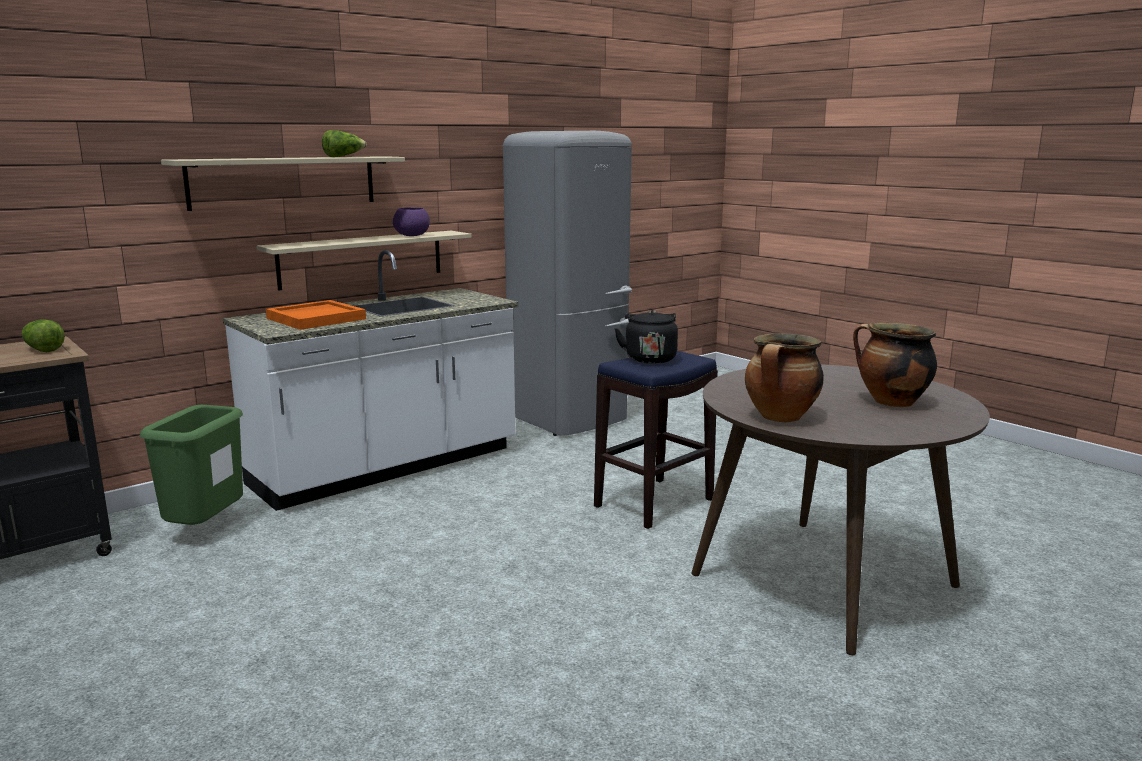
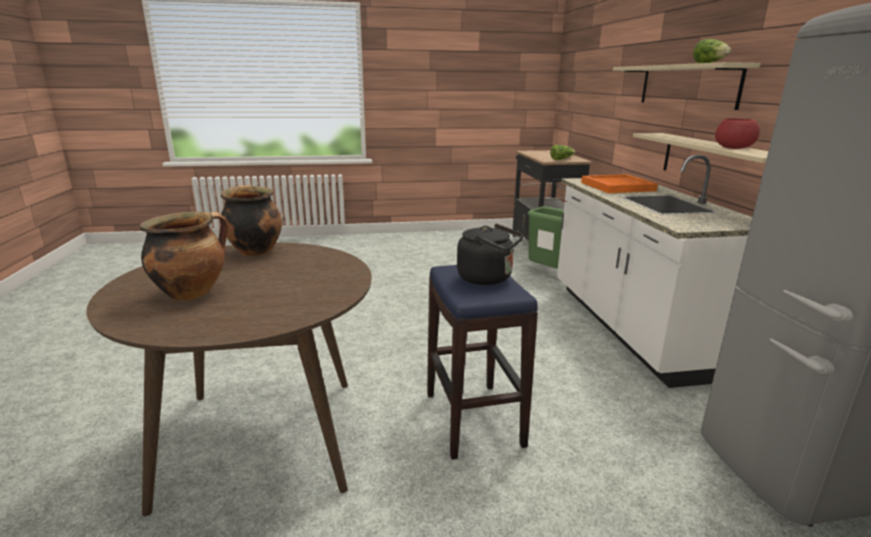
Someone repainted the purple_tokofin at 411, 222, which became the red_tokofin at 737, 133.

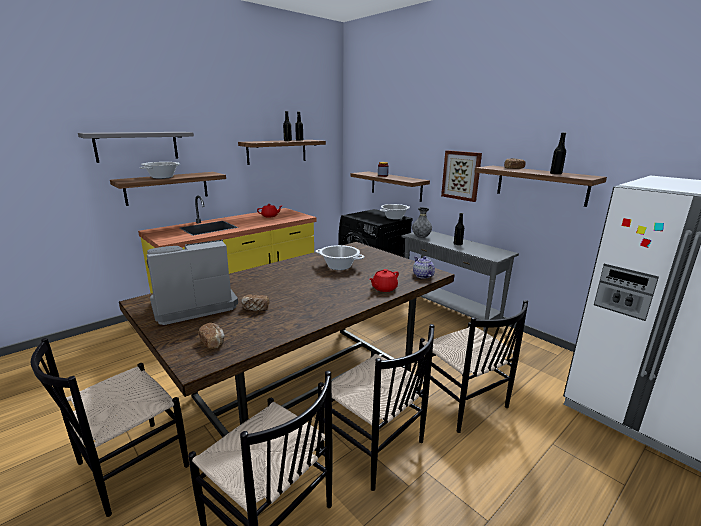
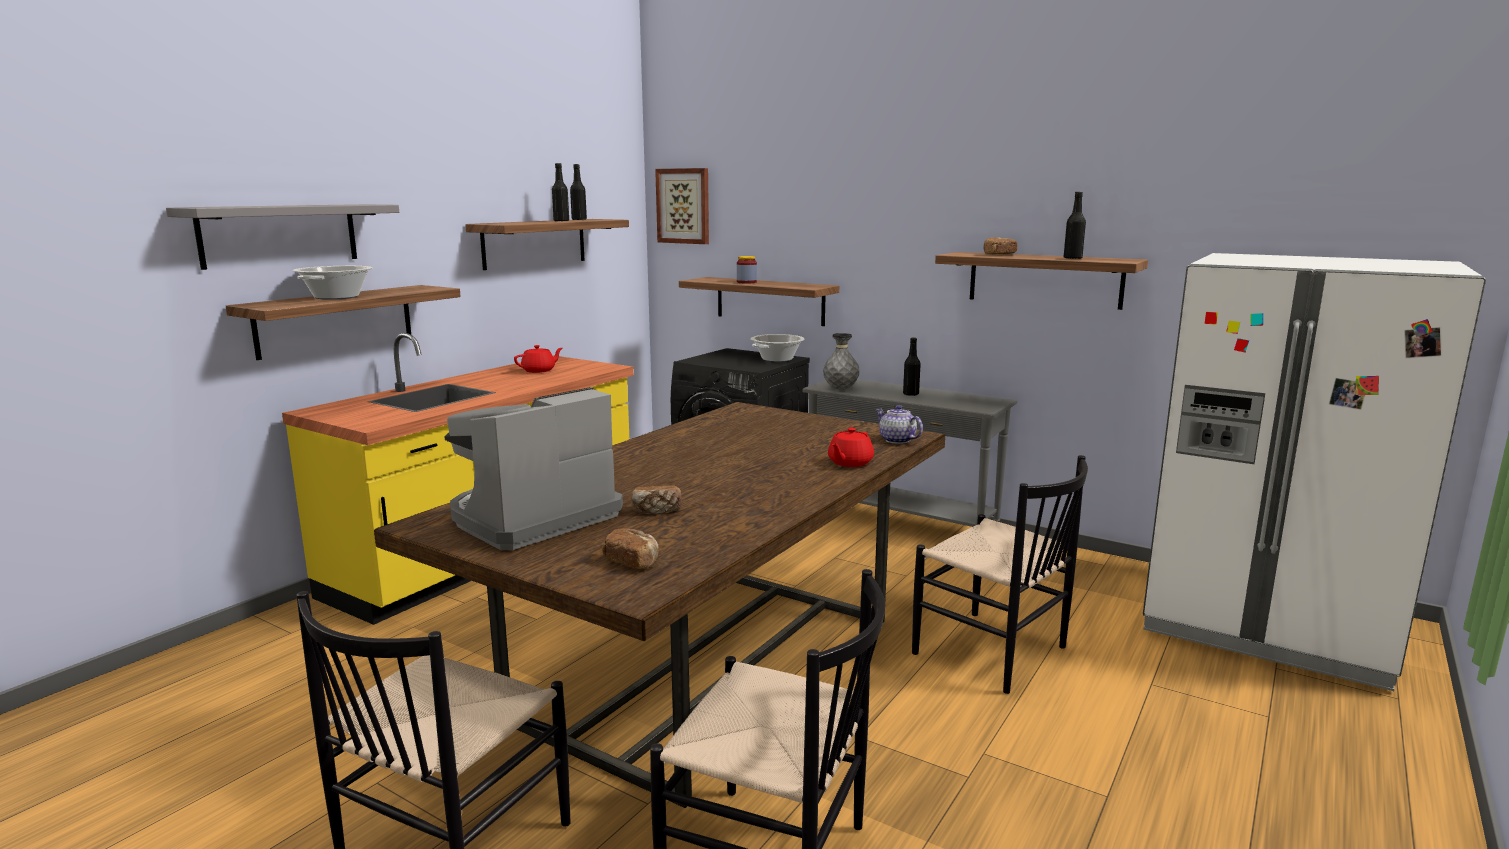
Someone took away the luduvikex at 339, 257.
Someone took away the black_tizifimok at 376, 407.
Someone carried the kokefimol from 461, 176 to 682, 206.

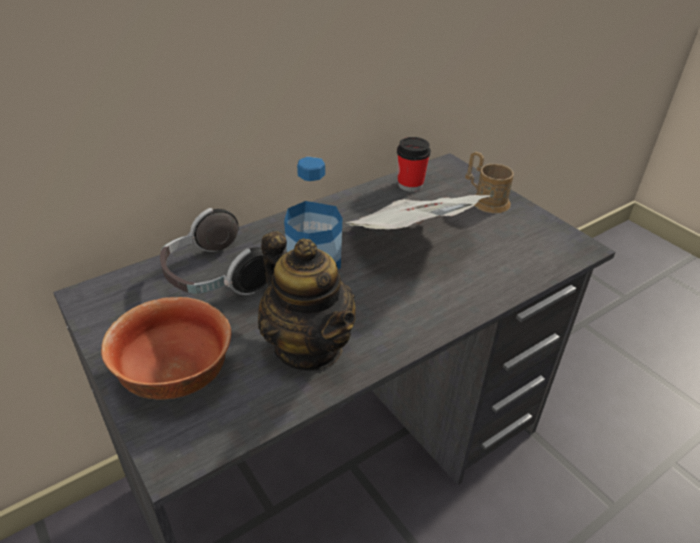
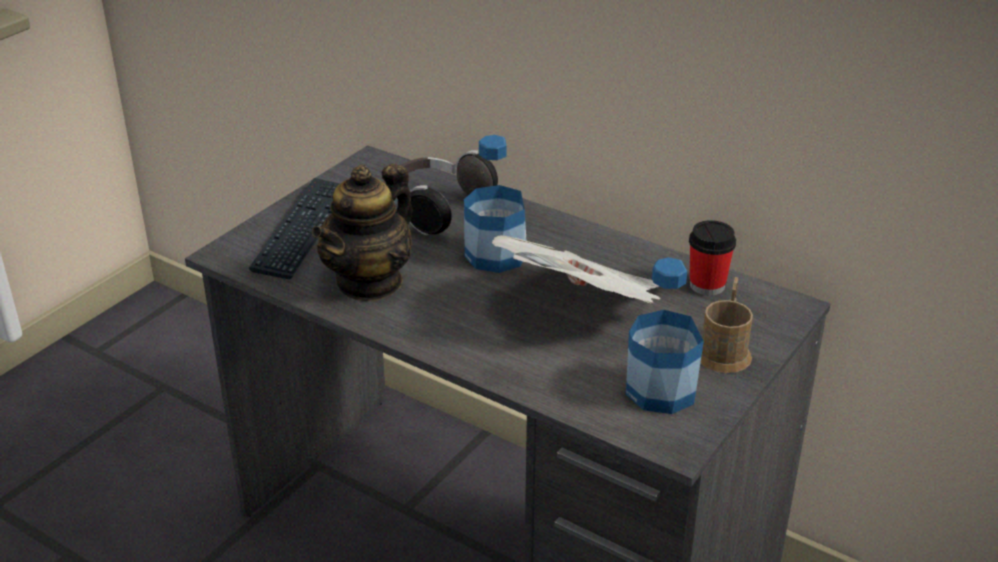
Someone swapped the tokofin at 166, 348 for the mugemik at 294, 228.
Someone put down the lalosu at 665, 335.

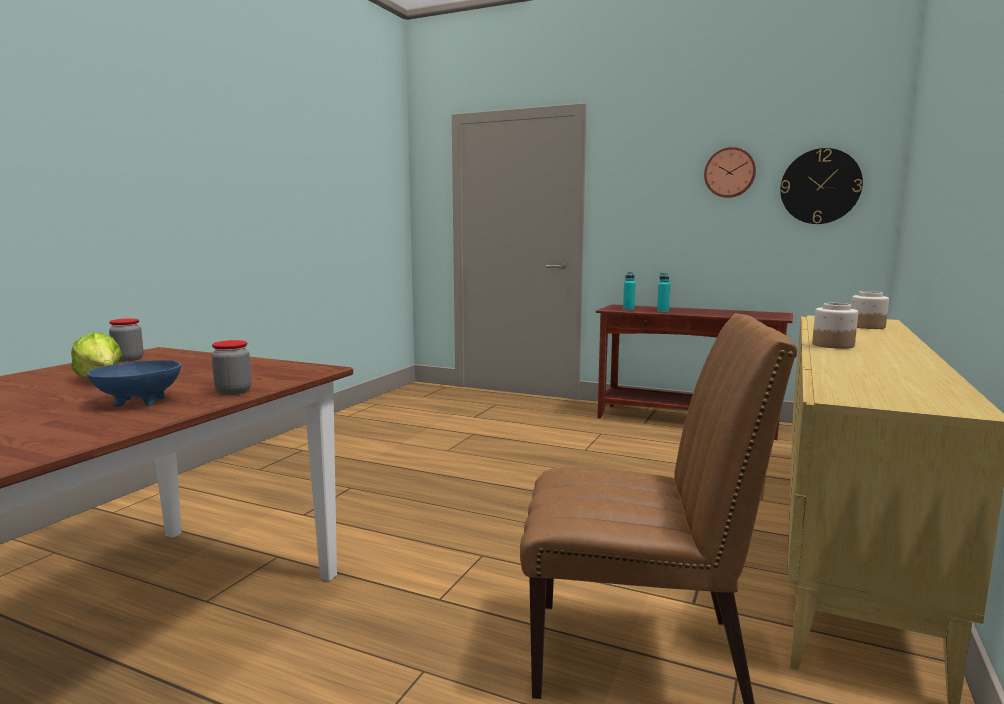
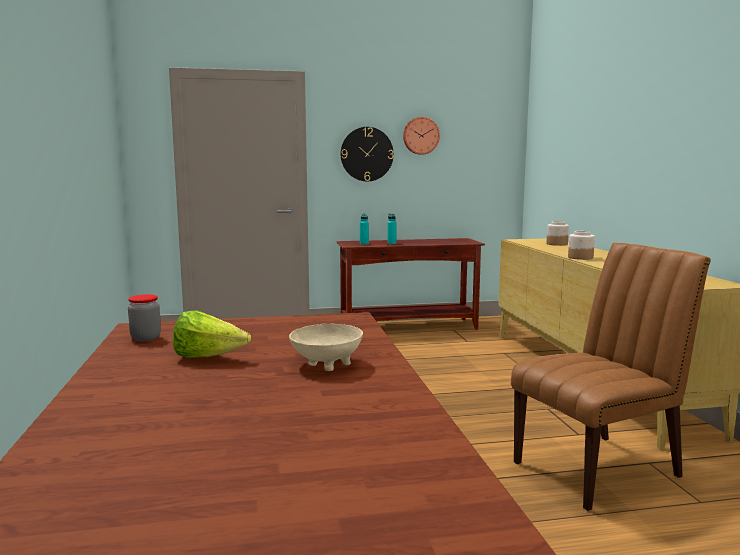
Someone repainted the blue_tokofin at 134, 383, which became the beige_tokofin at 326, 347.
Someone took away the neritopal at 231, 367.
Someone carried the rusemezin from 821, 186 to 367, 154.

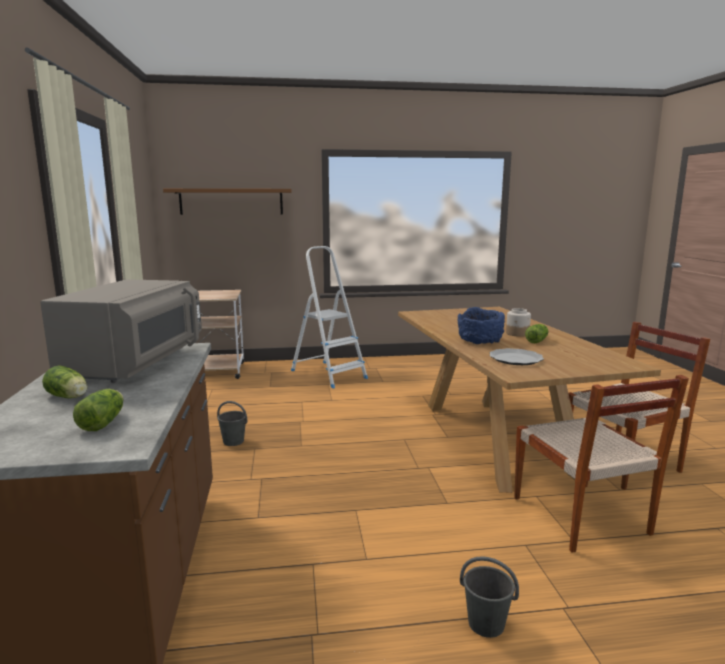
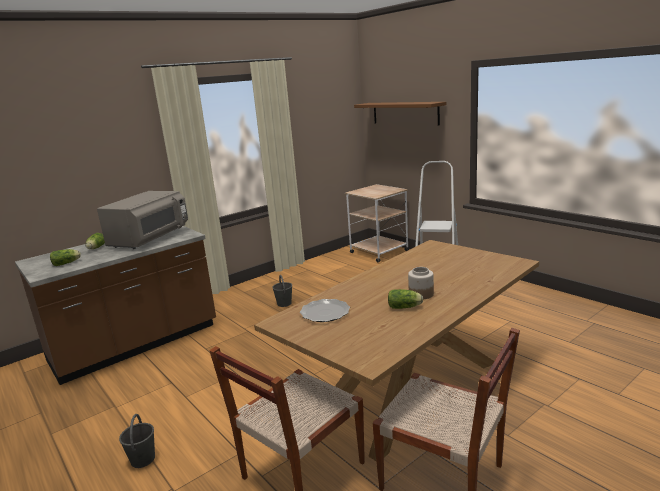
Someone rotated the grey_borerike at 121, 331 by 45 degrees counterclockwise.
Someone took away the blue_tokofin at 481, 325.

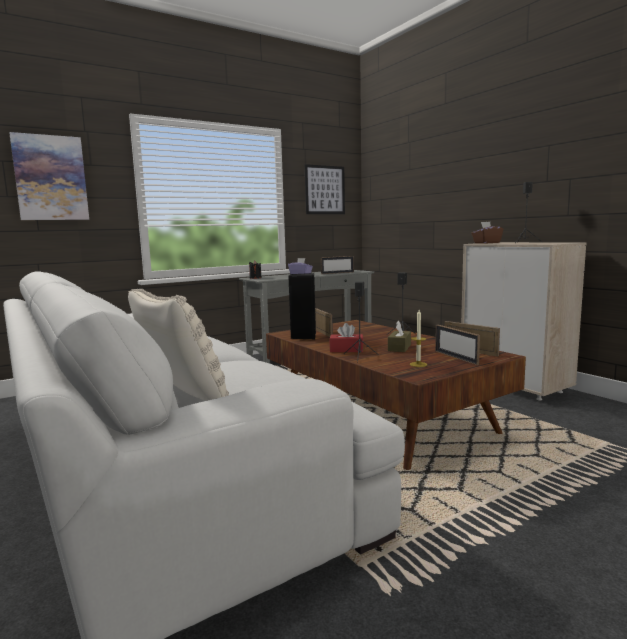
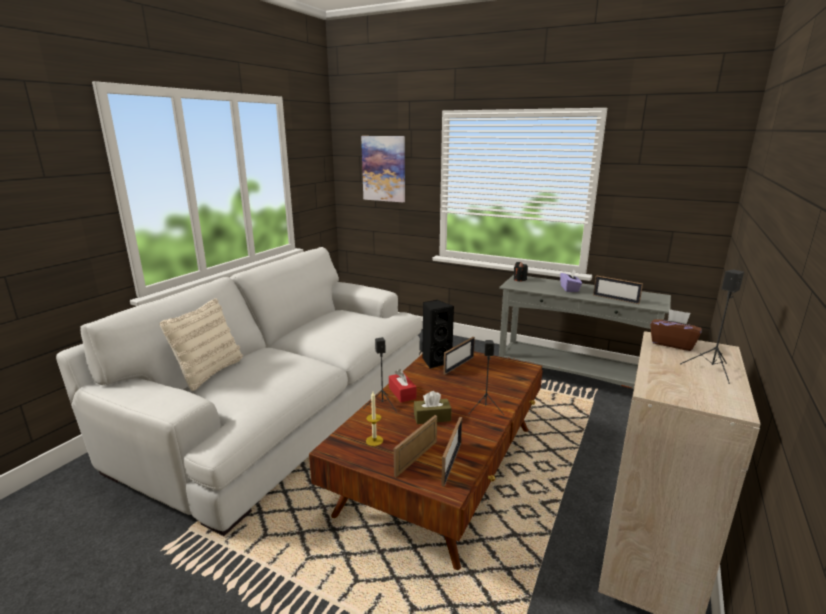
Someone took away the kokefimol at 325, 189.

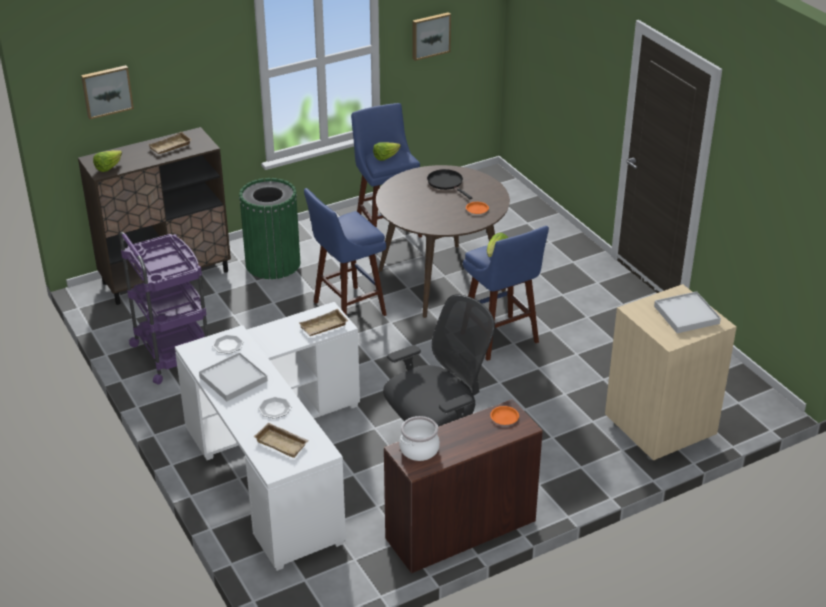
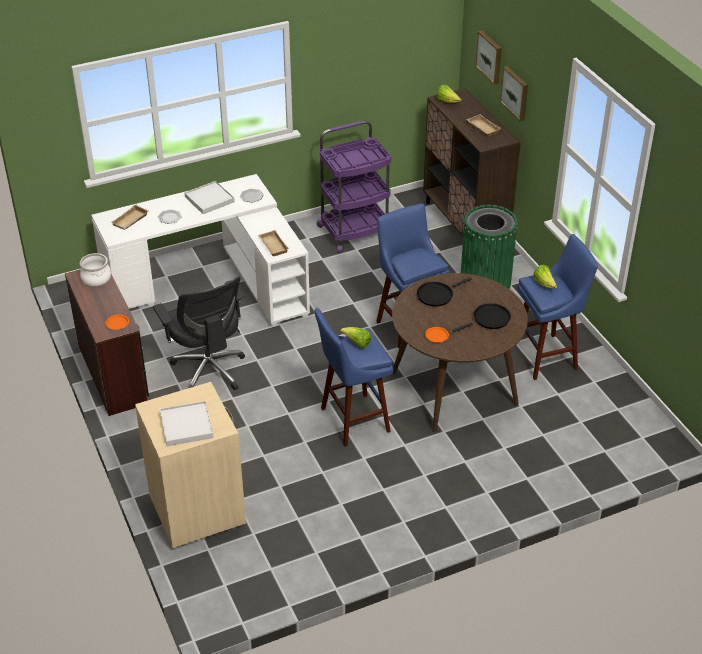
Someone carried the kokefimol from 432, 36 to 514, 93.
Someone put down the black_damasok at 444, 291.

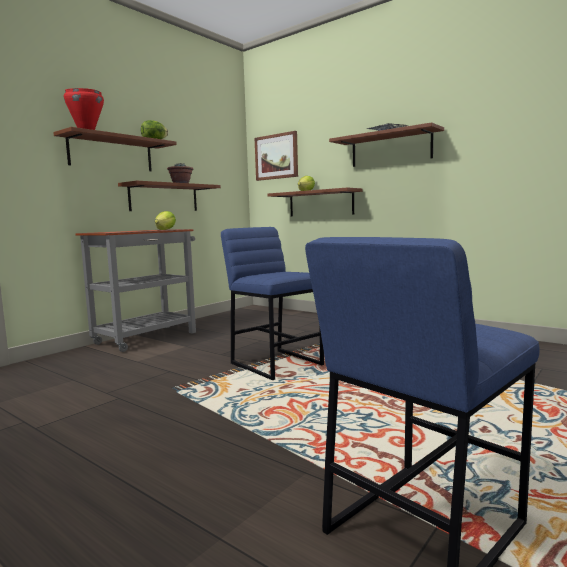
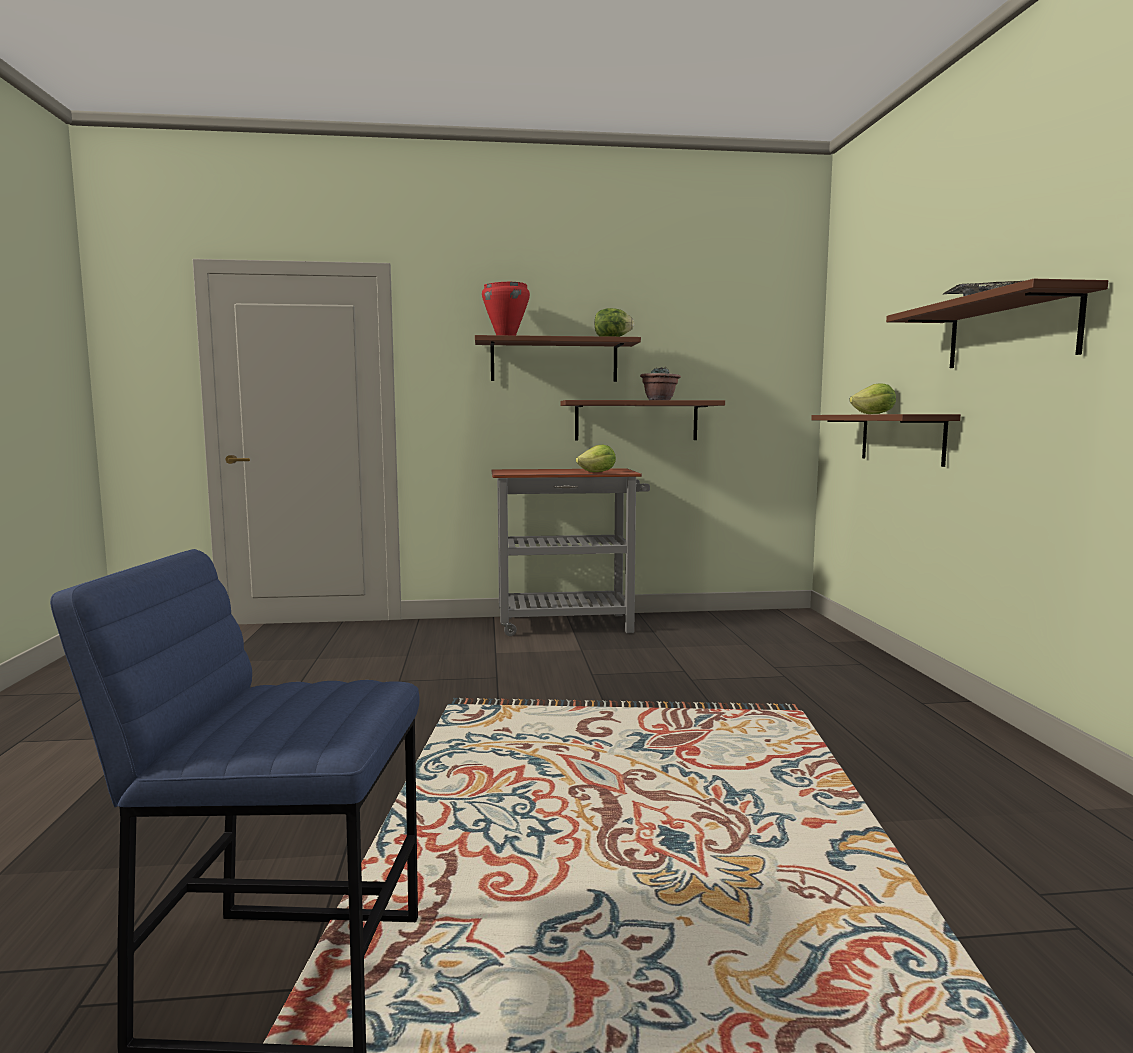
Someone took away the blue_tizifimok at 272, 303.
Someone took away the kokefimol at 276, 156.

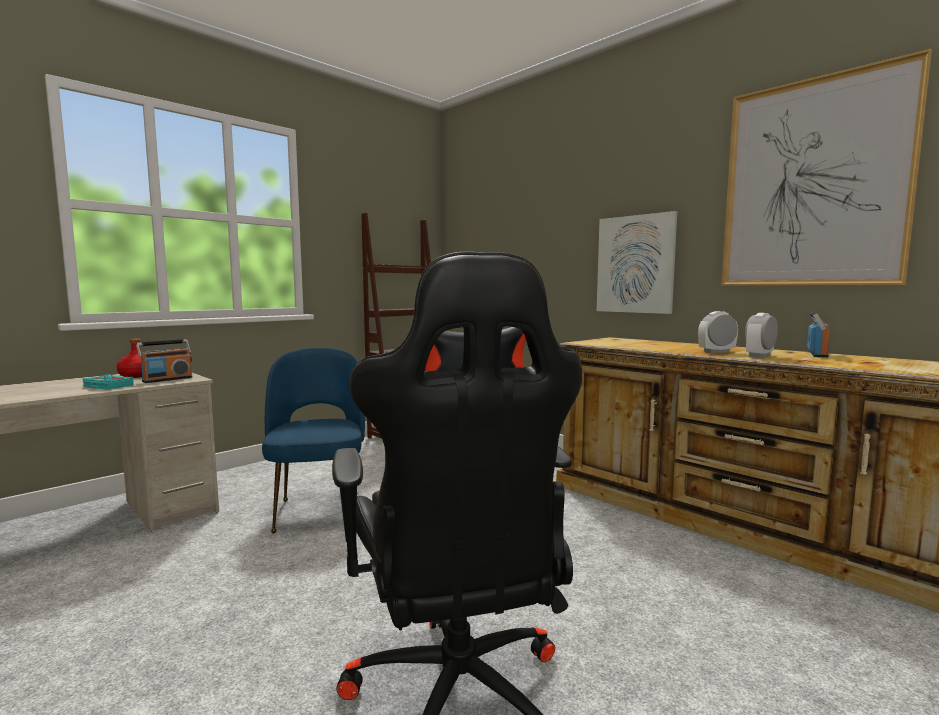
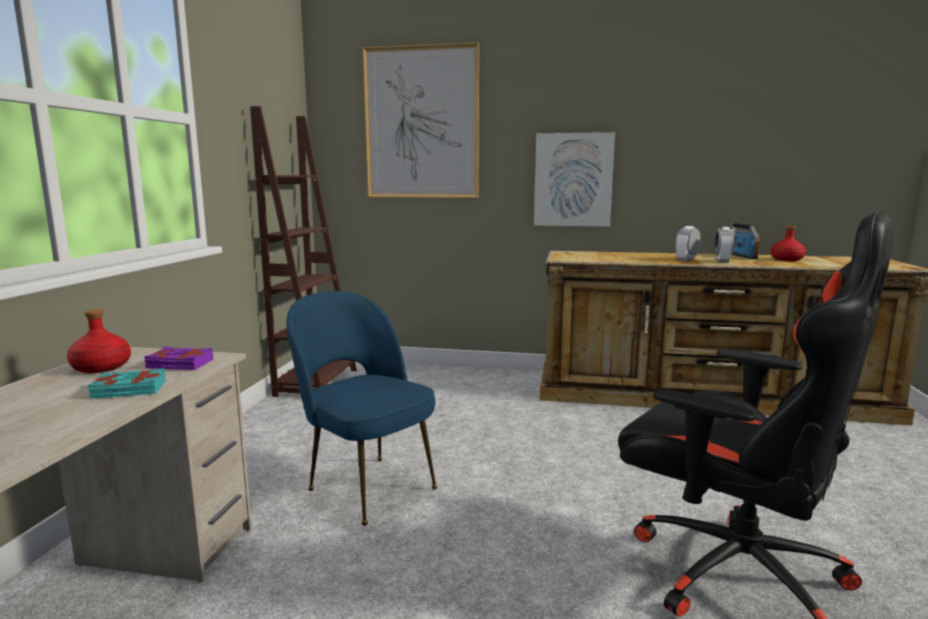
Someone swapped the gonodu at 164, 361 for the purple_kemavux at 178, 358.
Someone carried the kokefimol from 826, 167 to 420, 120.
Someone put down the red_lalosu at 788, 243.

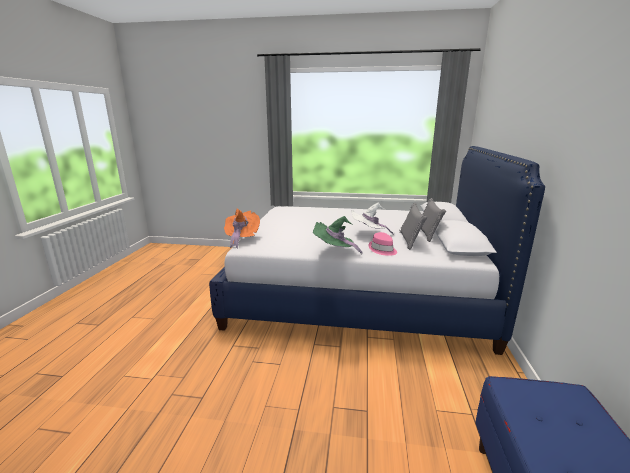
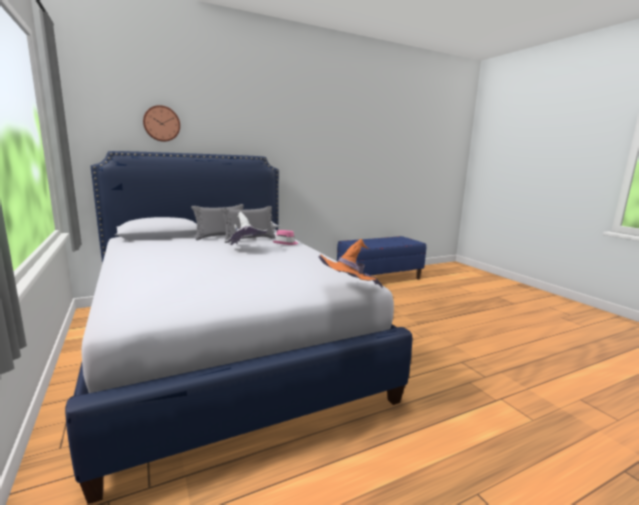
Someone took away the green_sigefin at 338, 235.
Someone put up the rusemezin at 161, 123.

